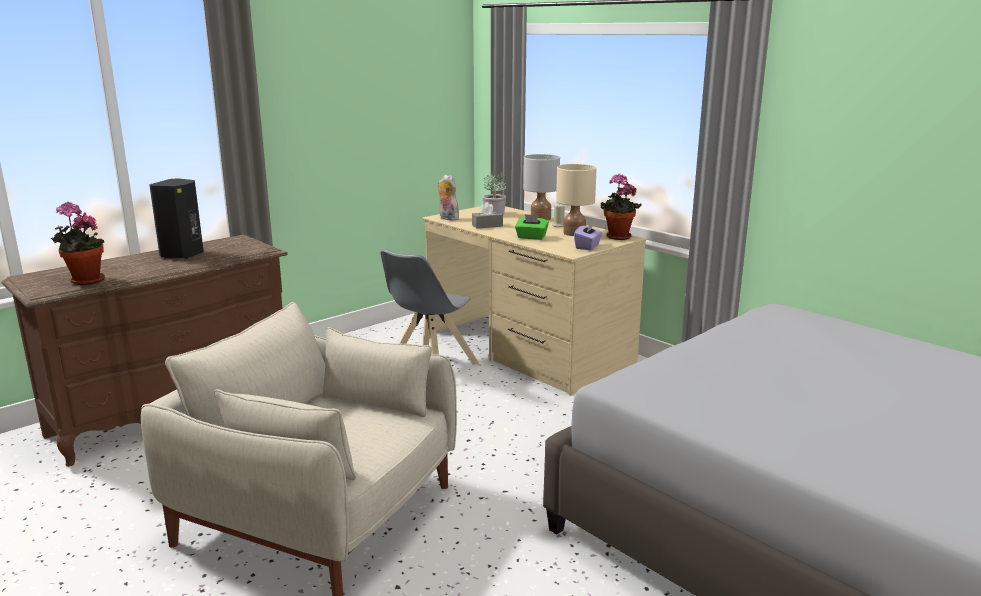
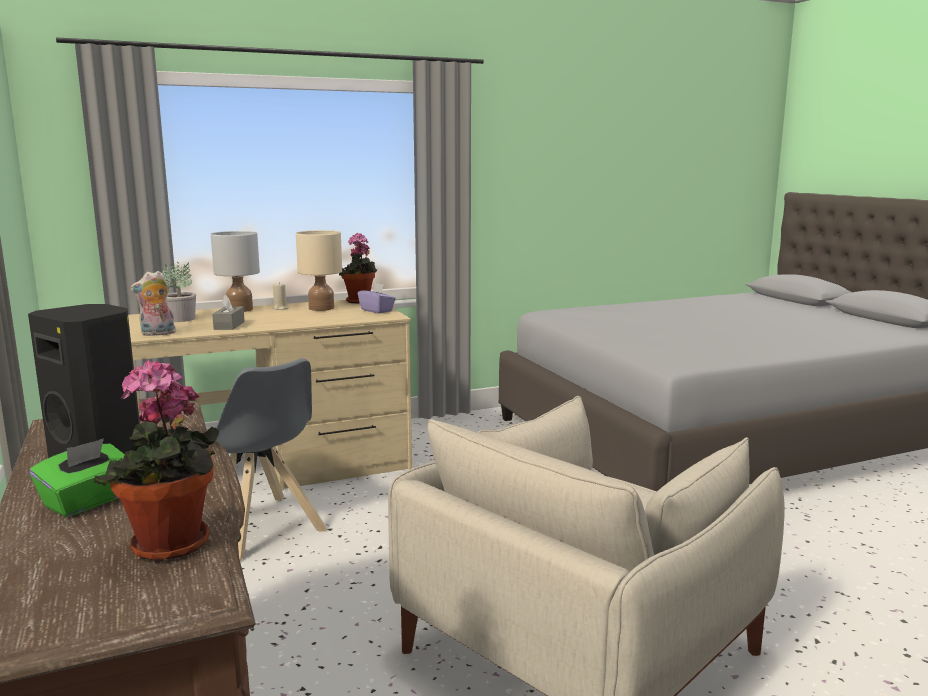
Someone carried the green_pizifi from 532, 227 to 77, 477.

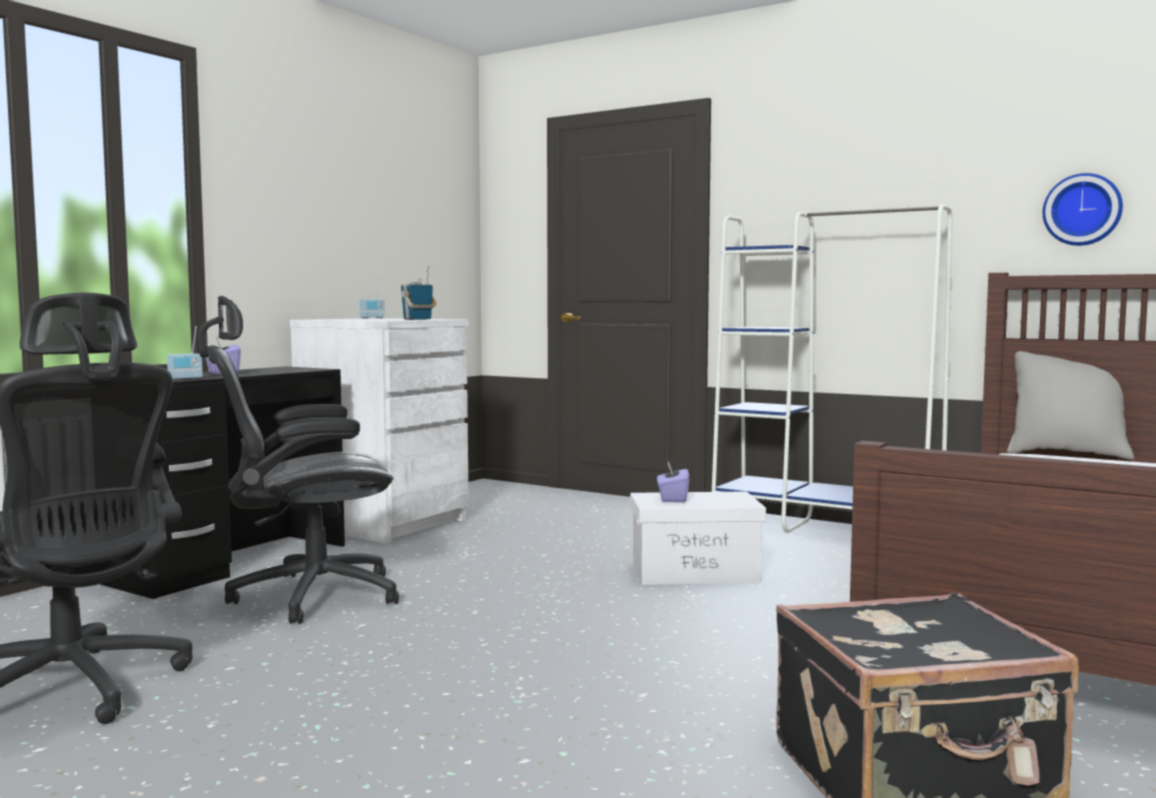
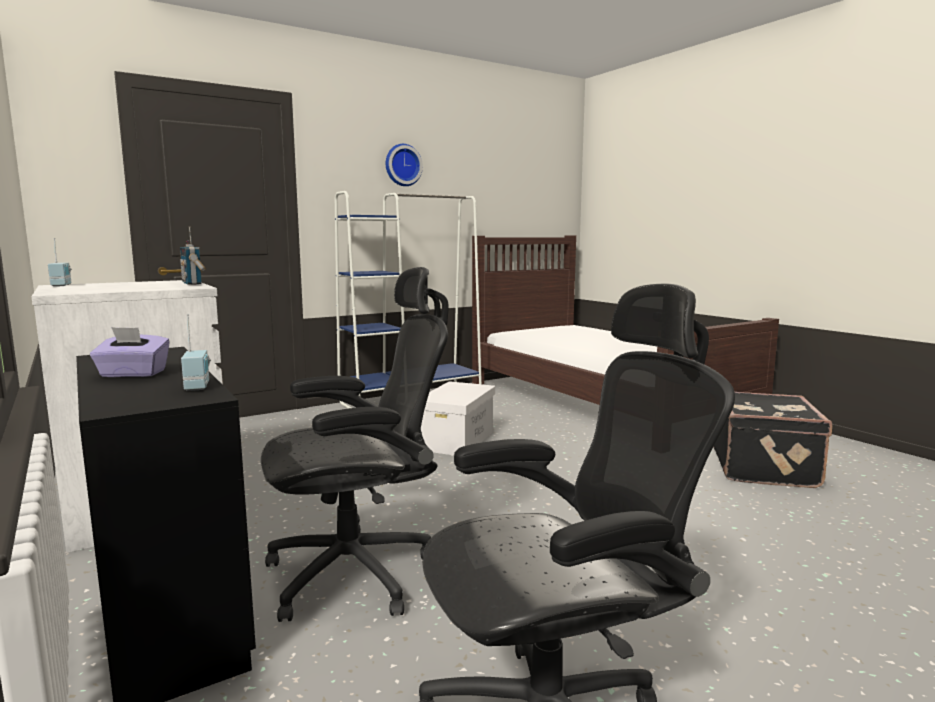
Someone rotated the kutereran at 298, 460 by 120 degrees counterclockwise.
Someone took away the purple_pizifi at 673, 481.
Someone took away the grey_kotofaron at 1070, 405.
Someone carried the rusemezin from 1083, 209 to 404, 165.

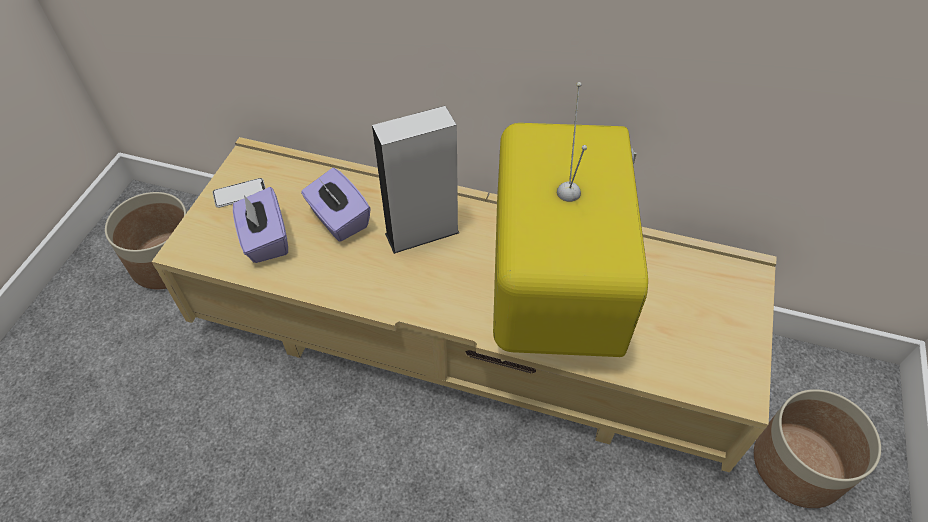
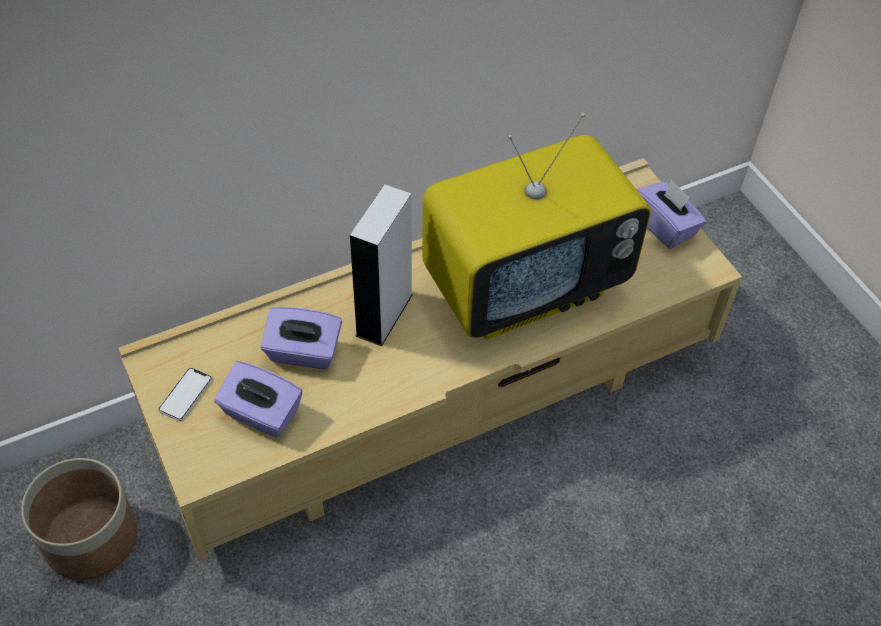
Someone rotated the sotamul at 570, 219 by 105 degrees clockwise.
Someone took away the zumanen at 817, 448.
Someone put down the purple_pizifi at 671, 214.

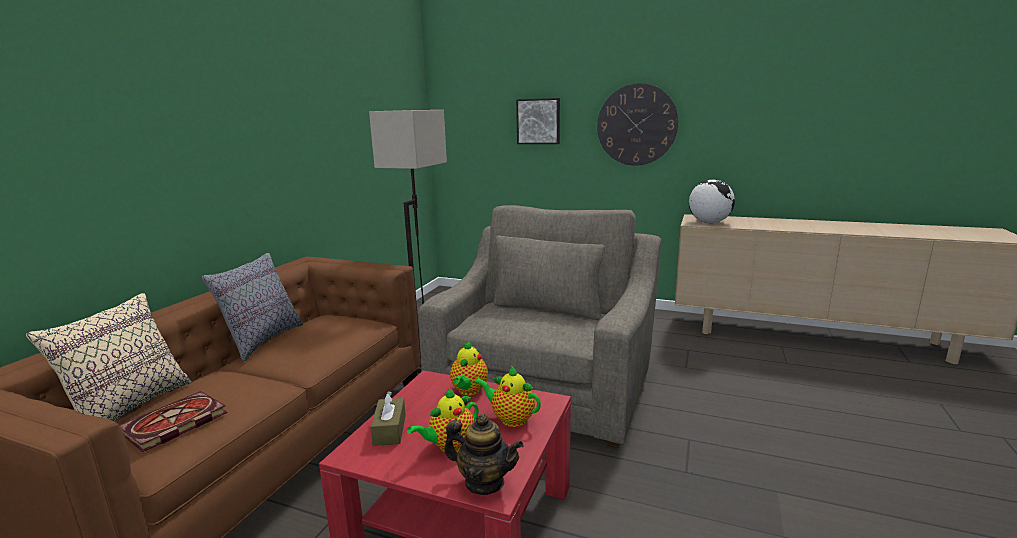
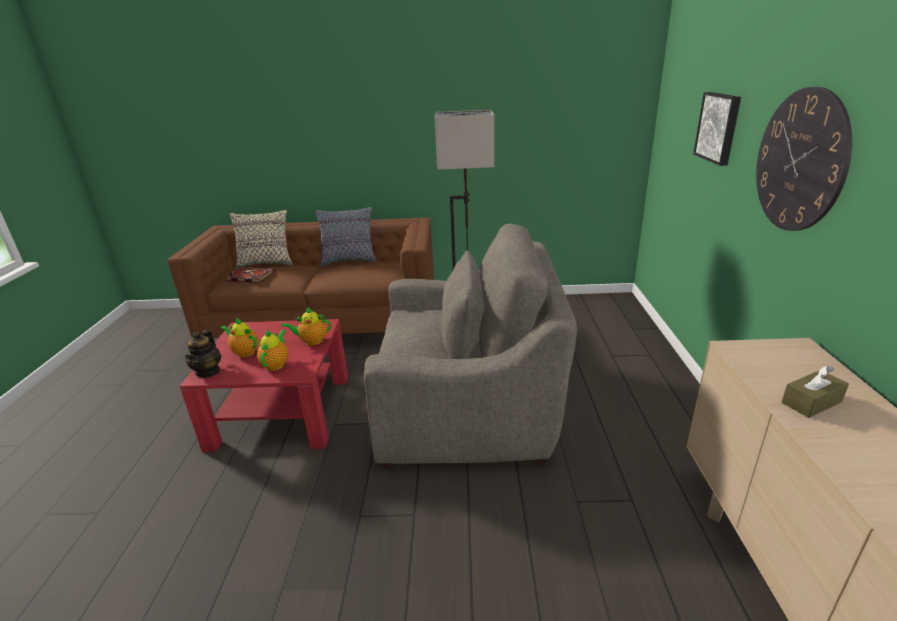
Someone carried the brown_pizifi from 388, 418 to 815, 392.
Someone took away the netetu at 712, 201.

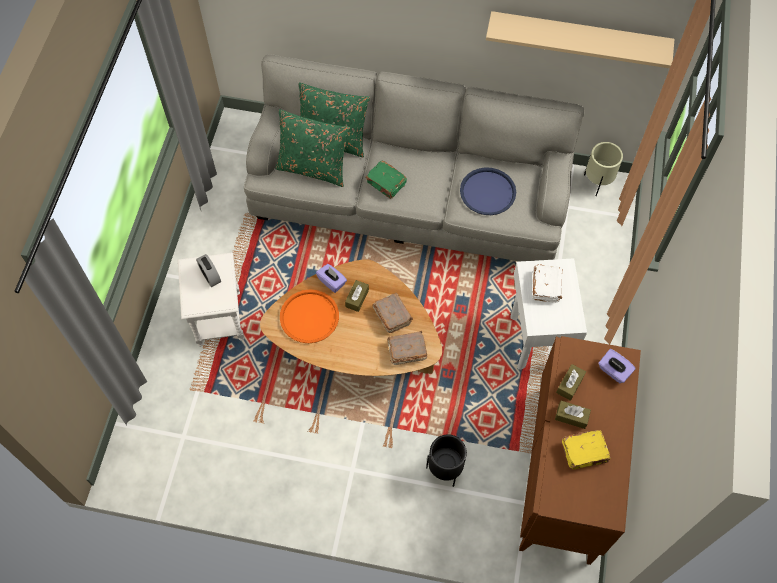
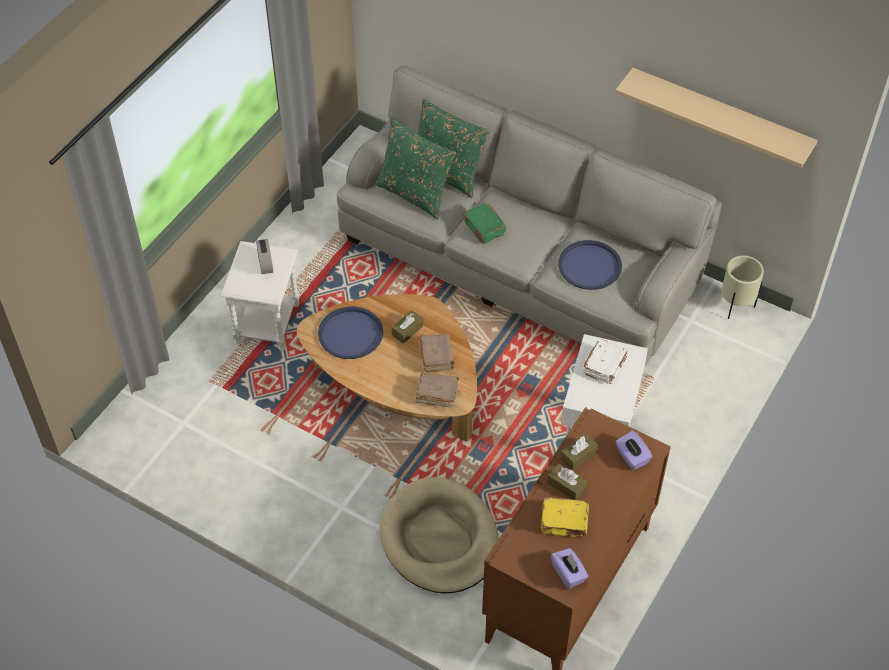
Someone repainted the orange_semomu at 309, 316, which became the blue_semomu at 350, 333.
Someone carried the purple_pizifi from 331, 278 to 569, 568.
Someone swapped the black_zumanen at 446, 460 for the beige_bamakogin at 439, 535.

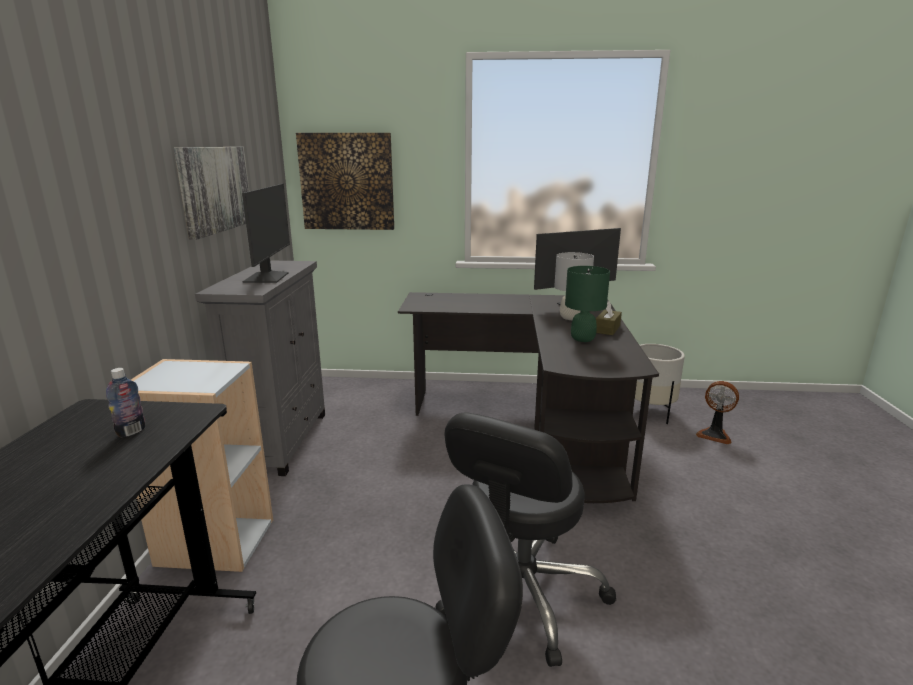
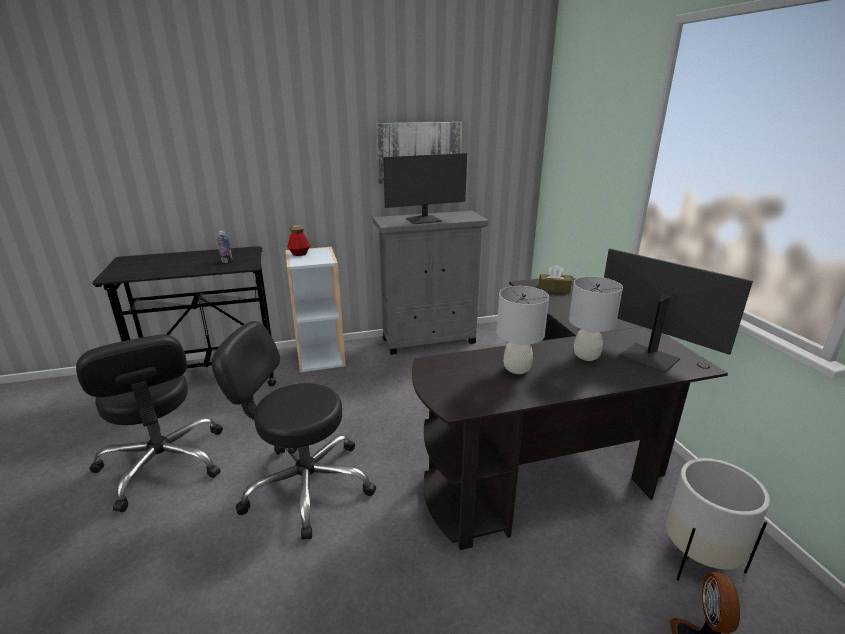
Someone took away the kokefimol at 345, 181.
Someone repainted the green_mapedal at 587, 304, which became the grey_mapedal at 523, 330.
Someone carried the brown_pizifi from 609, 318 to 555, 279.
Someone put down the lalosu at 298, 240.

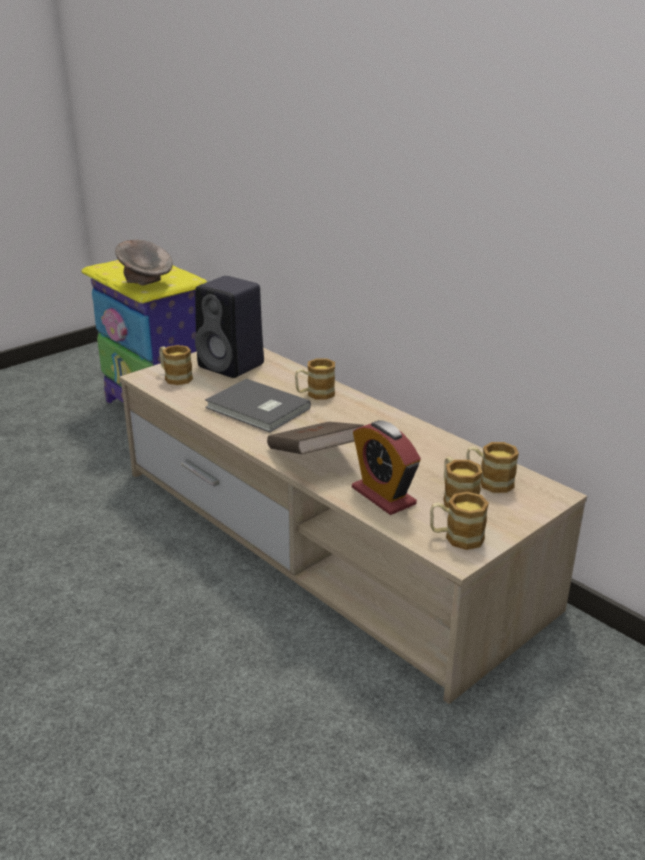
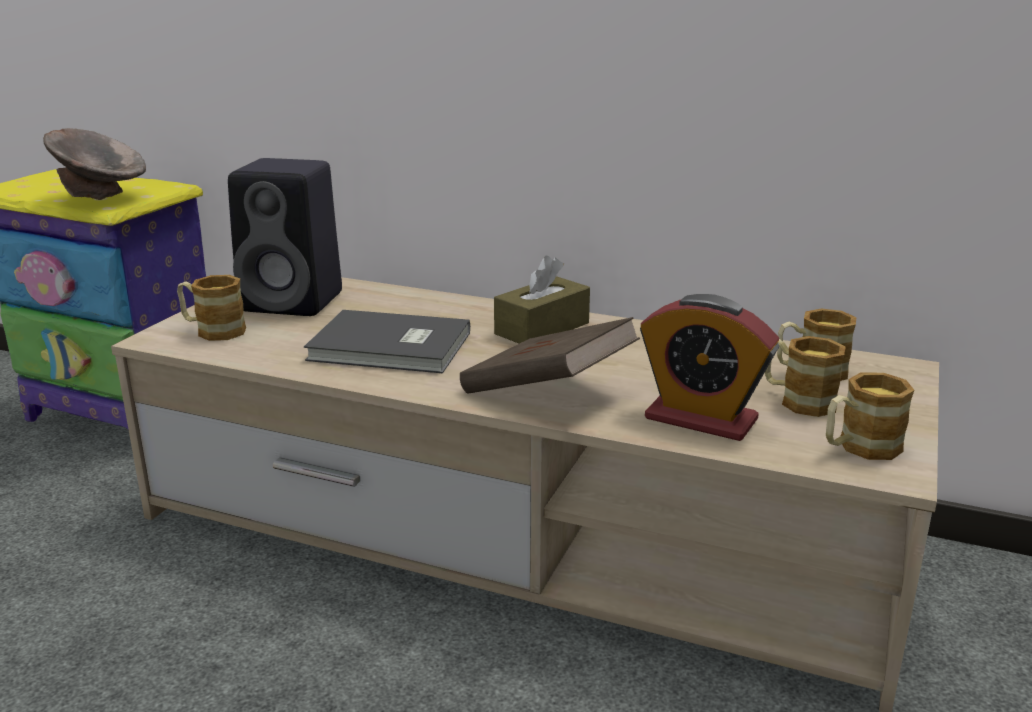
Someone took away the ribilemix at 315, 379.
Someone put down the brown_pizifi at 542, 300.

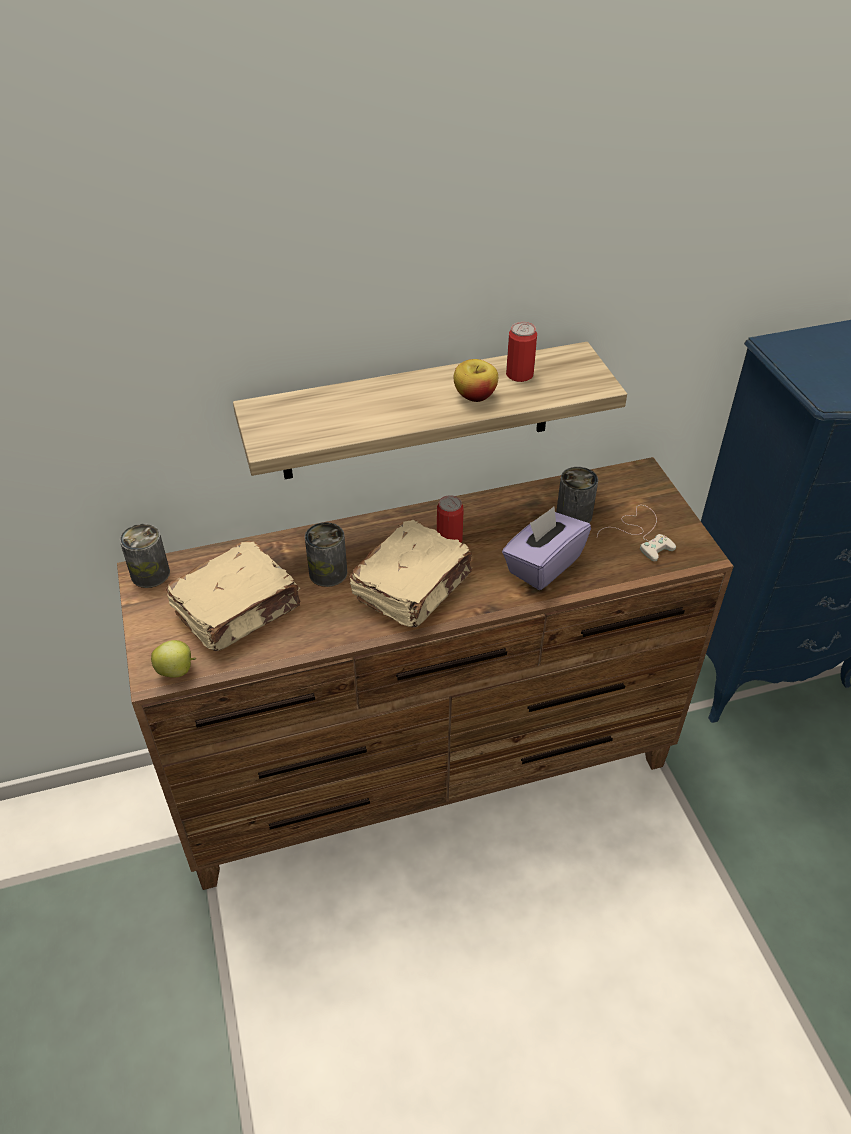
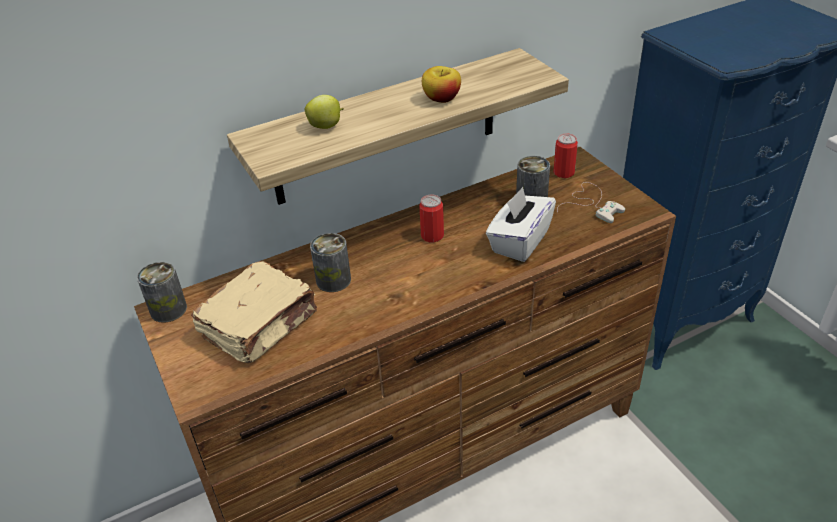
Someone carried the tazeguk from 173, 659 to 324, 112.
Someone took away the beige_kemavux at 411, 573.
Someone repainted the purple_pizifi at 546, 548, which became the white_pizifi at 521, 224.
Someone carried the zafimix from 521, 352 to 565, 156.

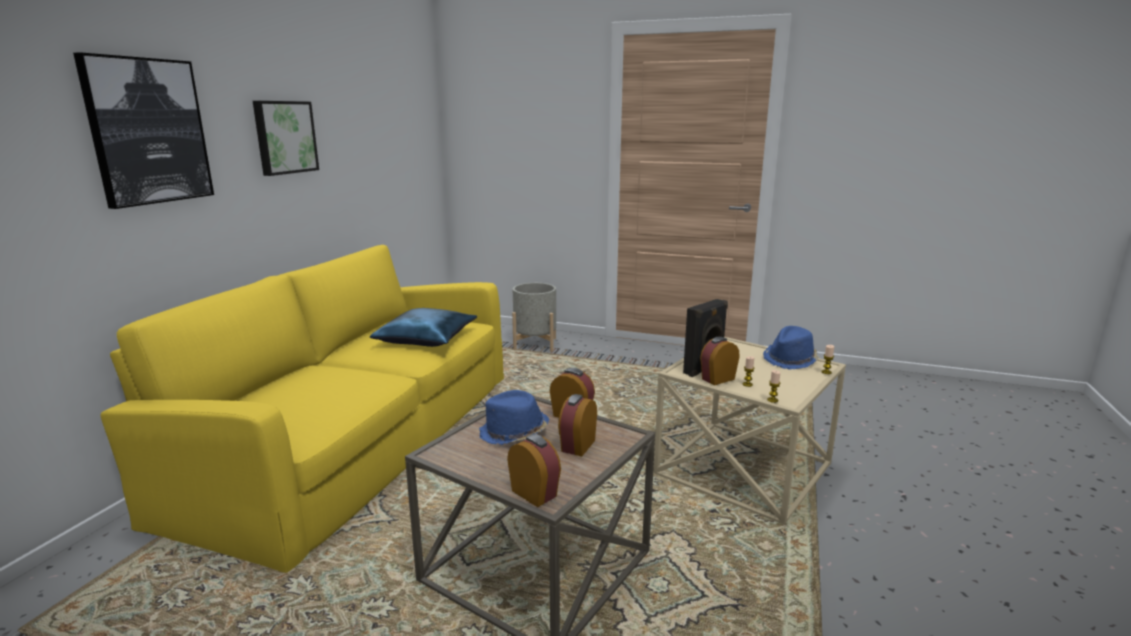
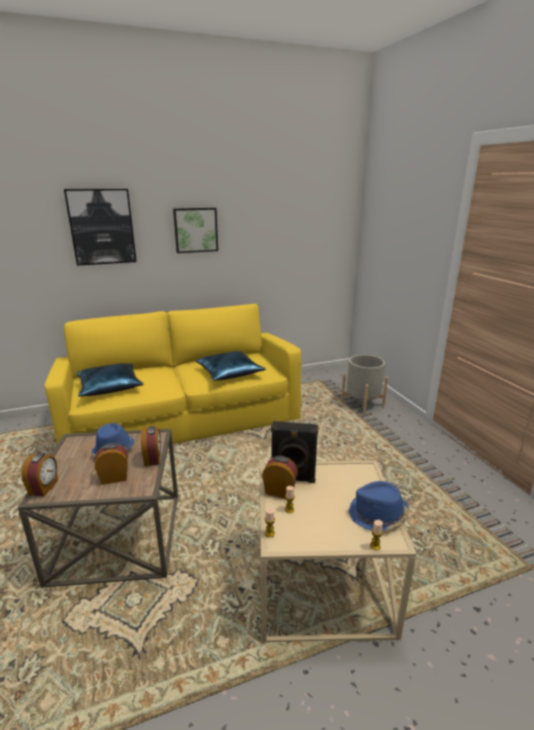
Someone put down the blue_kotofaron at 110, 380.

